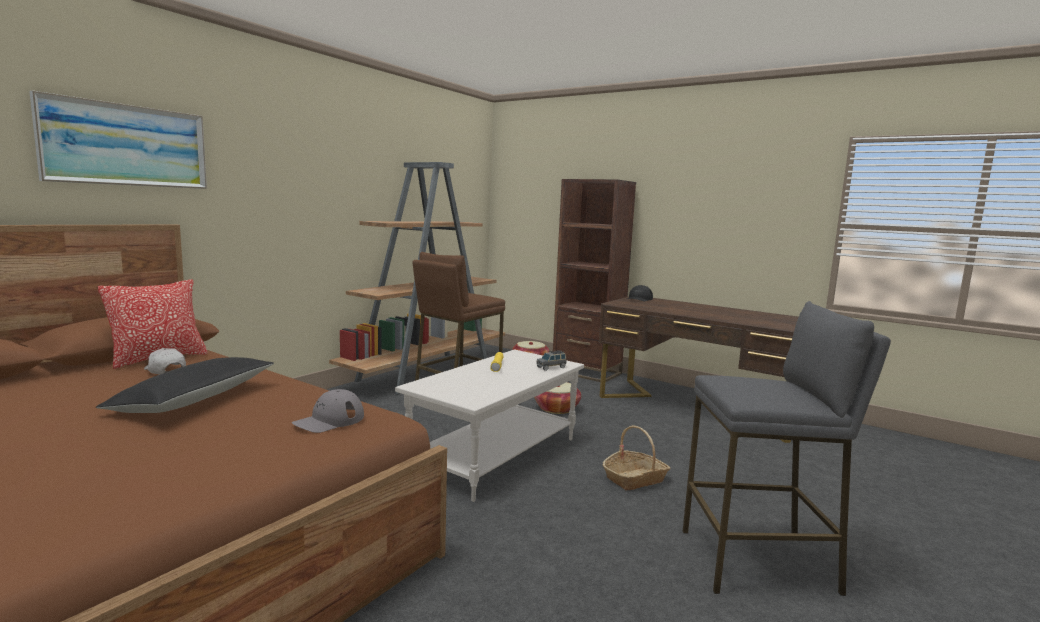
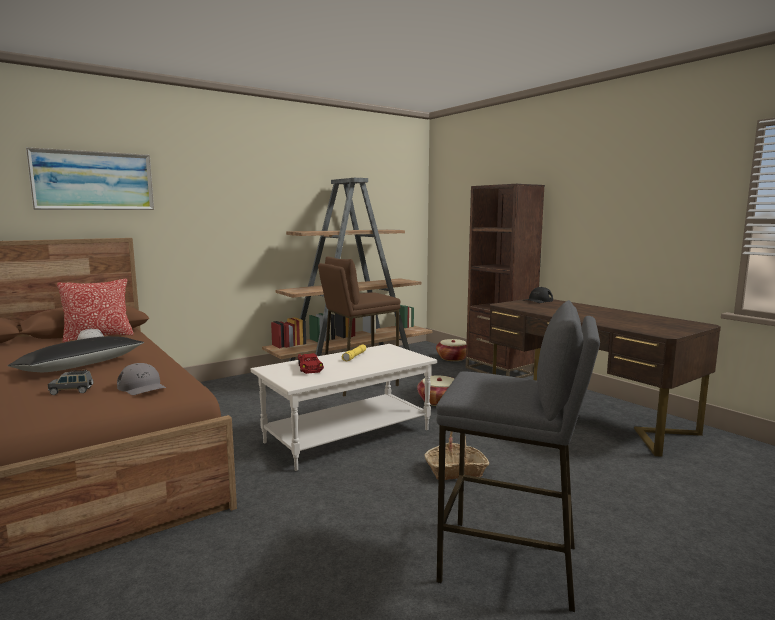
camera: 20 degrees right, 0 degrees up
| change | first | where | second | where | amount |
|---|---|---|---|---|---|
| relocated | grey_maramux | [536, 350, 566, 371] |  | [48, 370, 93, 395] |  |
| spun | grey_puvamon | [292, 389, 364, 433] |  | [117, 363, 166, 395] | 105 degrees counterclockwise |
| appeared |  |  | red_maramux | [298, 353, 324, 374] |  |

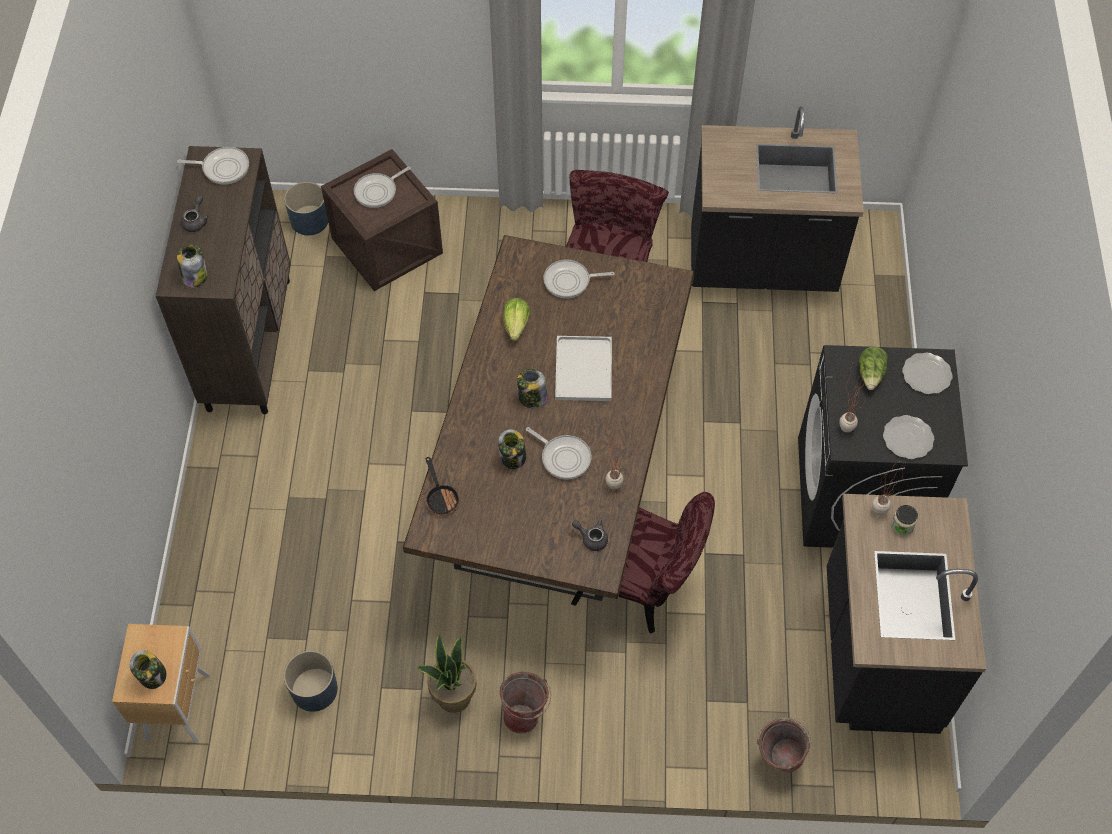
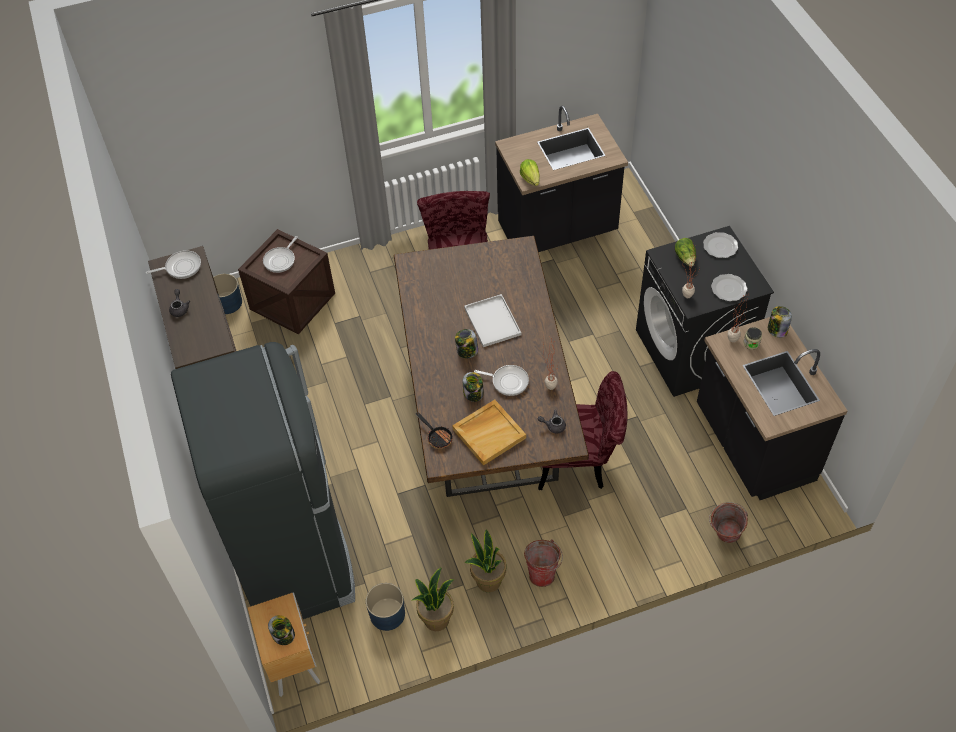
camera: 20 degrees left, 5 degrees down
| change | first | where | second | where | amount |
|---|---|---|---|---|---|
| relocated | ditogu | [177, 245, 207, 288] |  | [768, 306, 792, 338] |  |
| missing | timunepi | [543, 260, 615, 298] |  |  |  |
| relocated | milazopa | [503, 298, 530, 341] |  | [520, 159, 540, 186] |  |
| appeared |  |  | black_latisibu | [171, 342, 355, 619] |  |
| appeared |  |  | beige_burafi | [452, 400, 526, 466] |  |
| appeared |  |  | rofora | [412, 567, 455, 631] |  |

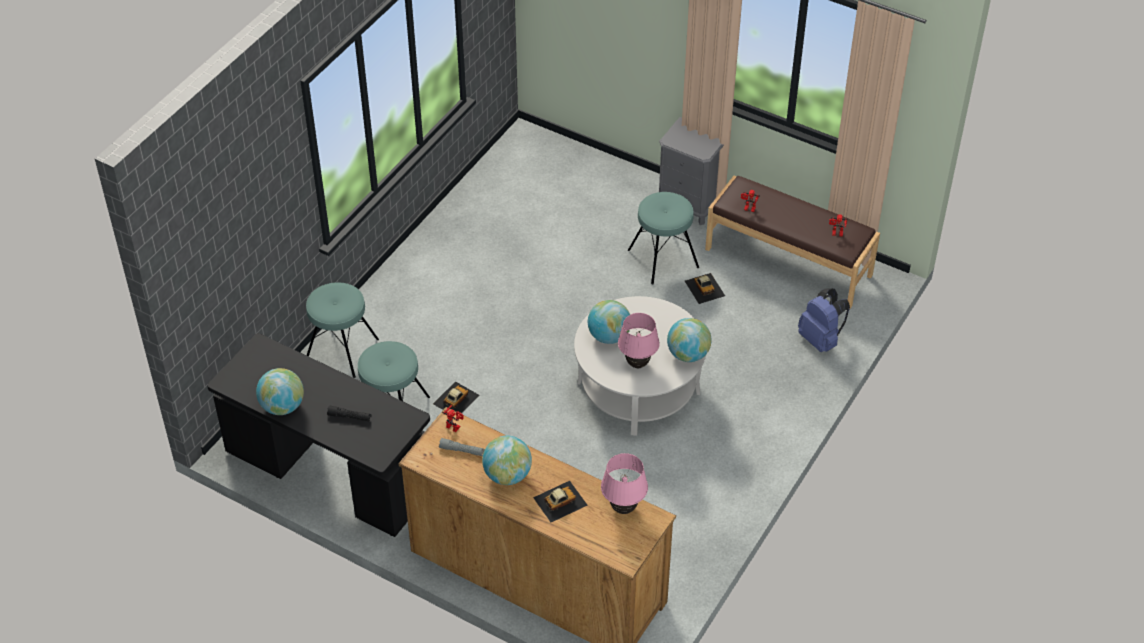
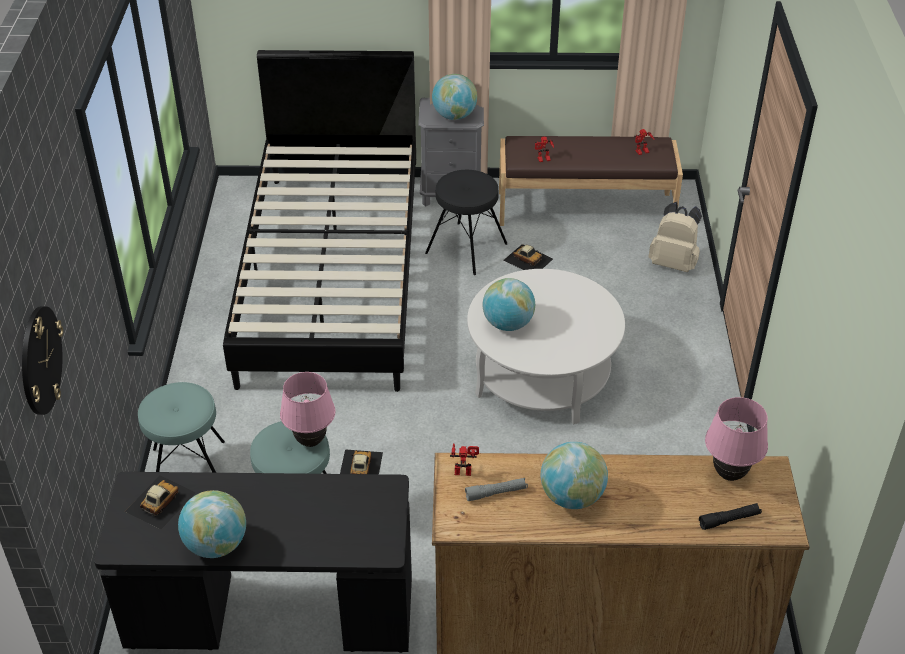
camera: 30 degrees left, 5 degrees down
| change | first | where | second | where | amount |
|---|---|---|---|---|---|
| colour | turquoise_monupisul | [628, 192, 699, 284] | black_monupisul | [425, 170, 508, 275] |  |
| colour | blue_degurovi | [798, 288, 850, 352] | beige_degurovi | [649, 202, 702, 272] |  |
| relocated | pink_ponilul | [618, 313, 660, 368] |  | [280, 372, 336, 447] |  |
| relocated | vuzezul | [667, 318, 712, 362] |  | [432, 74, 477, 120] |  |
| relocated | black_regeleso | [327, 406, 372, 421] |  | [699, 503, 762, 530] |  |
| relocated | maramux | [533, 481, 587, 522] |  | [125, 475, 196, 529] |  |
| appeared |  |  | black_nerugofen | [223, 50, 416, 392] |  |
| appeared |  |  | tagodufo | [22, 306, 63, 415] |  |

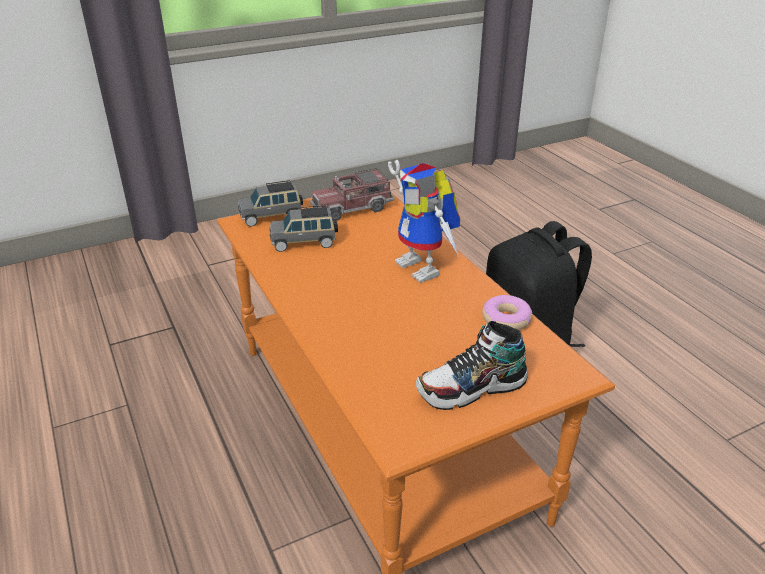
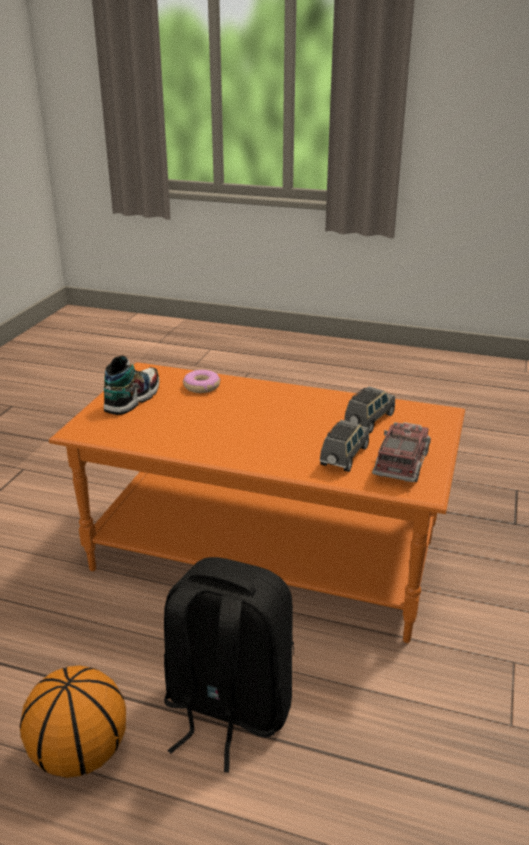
camera: 135 degrees right, 5 degrees down
| change | first | where | second | where | amount |
|---|---|---|---|---|---|
| missing | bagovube | [388, 160, 460, 283] |  |  |  |
| relocated | grey_maramux | [238, 180, 303, 227] |  | [320, 420, 370, 472] |  |
| relocated | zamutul | [482, 295, 532, 330] |  | [183, 370, 220, 393] |  |
| appeared |  |  | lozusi | [20, 666, 126, 778] |  |

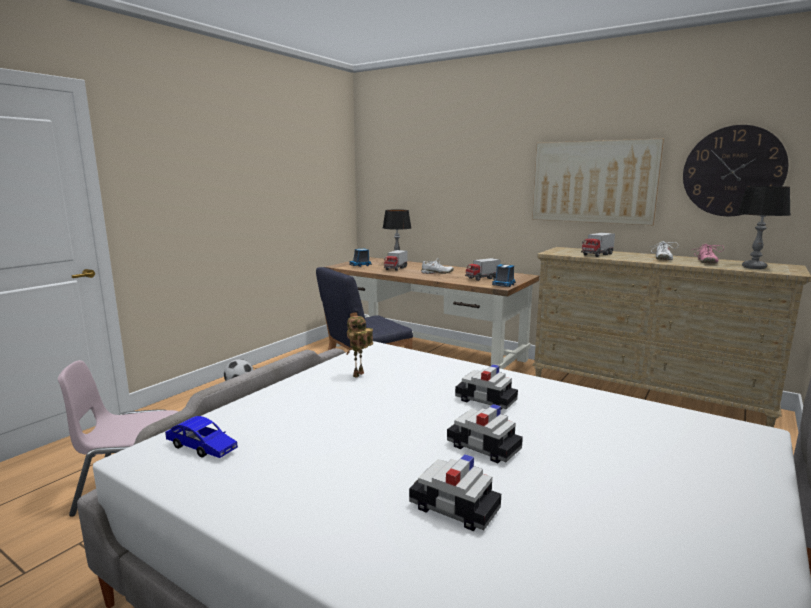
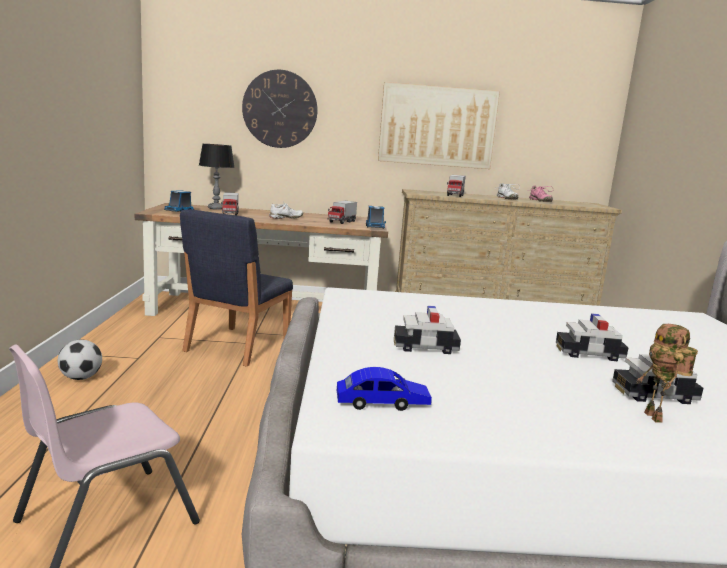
camera: 35 degrees left, 0 degrees up
| change | first | where | second | where | amount |
|---|---|---|---|---|---|
| relocated | tagodufo | [683, 125, 788, 216] |  | [242, 70, 318, 148] |  |
| missing | ponilul | [737, 186, 790, 269] |  |  |  |
| relocated | bagovube | [346, 316, 373, 378] |  | [636, 324, 698, 423] |  |
| relocated | maramux | [455, 364, 518, 409] |  | [394, 306, 461, 354] |  |

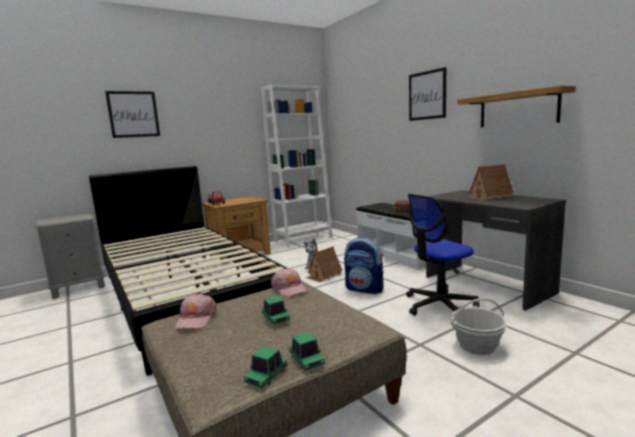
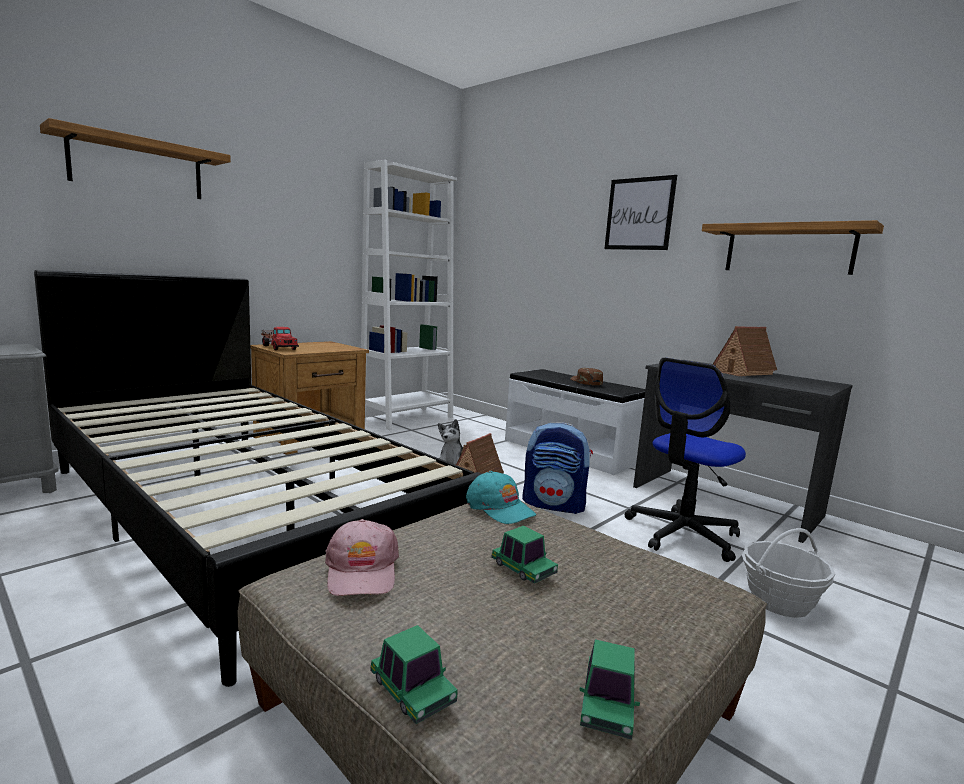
camera: 15 degrees left, 0 degrees up
| change | first | where | second | where | amount |
|---|---|---|---|---|---|
| exchanged | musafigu | [105, 91, 160, 138] | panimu | [40, 118, 231, 199] |  |
| colour | pink_puvamon | [271, 268, 307, 297] | turquoise_puvamon | [466, 471, 536, 524] |  |
| relocated | maramux | [289, 332, 325, 371] |  | [370, 625, 458, 724] |  |

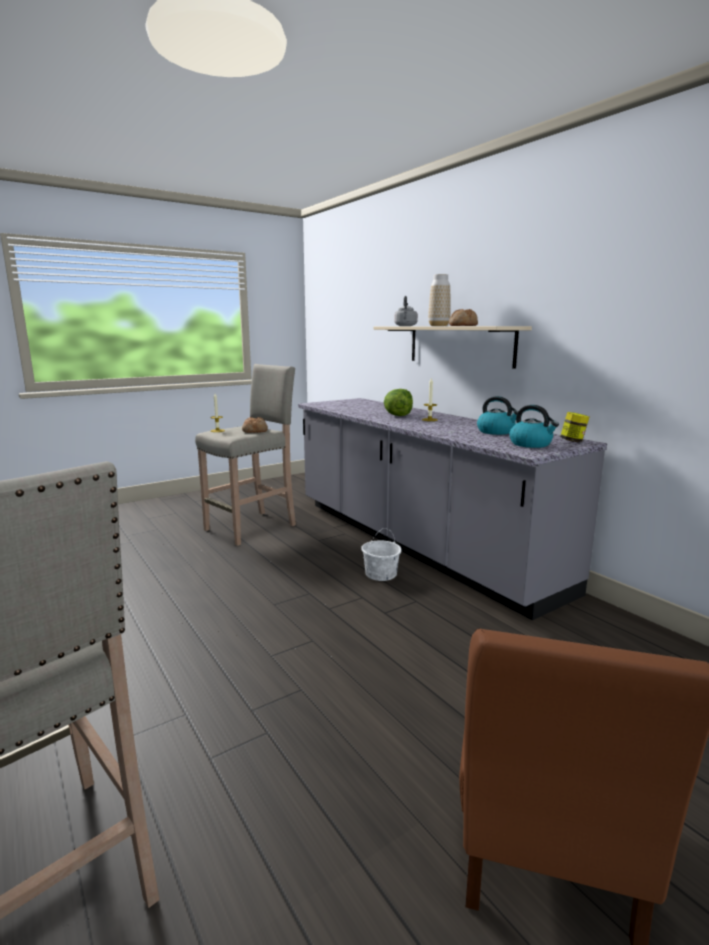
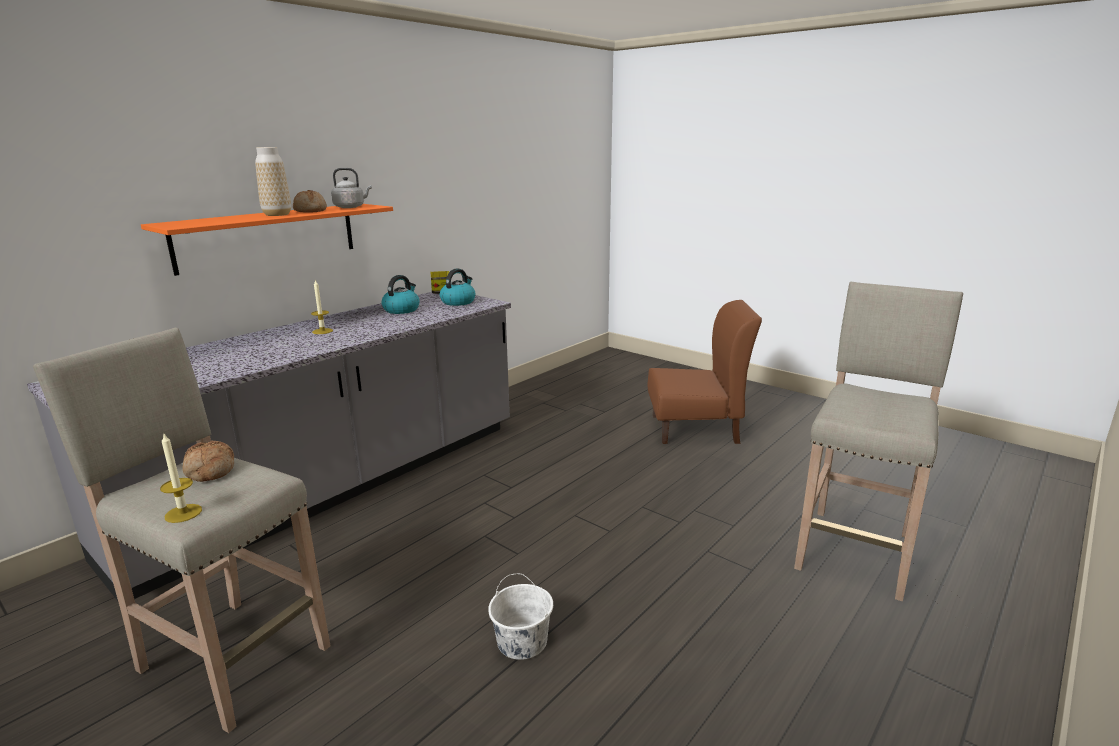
camera: 105 degrees left, 5 degrees up
| change | first | where | second | where | amount |
|---|---|---|---|---|---|
| relocated | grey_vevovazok | [394, 296, 418, 326] |  | [331, 168, 372, 208] |  |
| colour | beige_panimu | [373, 326, 532, 369] | orange_panimu | [141, 204, 393, 276] |  |
| missing | milazopa | [384, 389, 413, 416] |  |  |  |
| relocated | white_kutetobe | [361, 528, 402, 581] |  | [488, 573, 553, 660] |  |

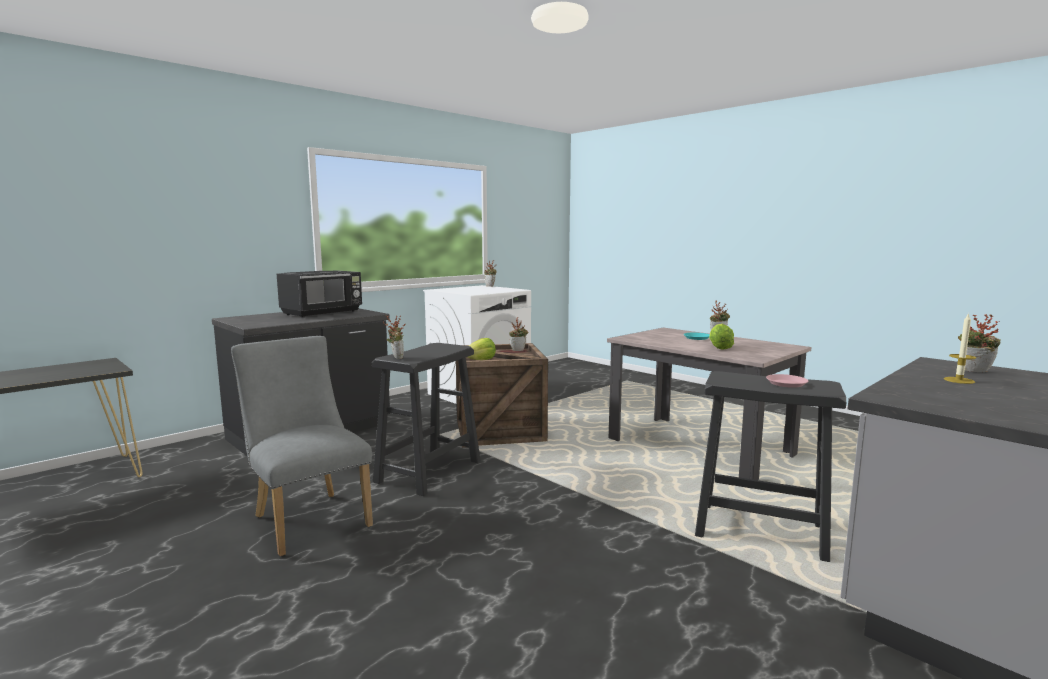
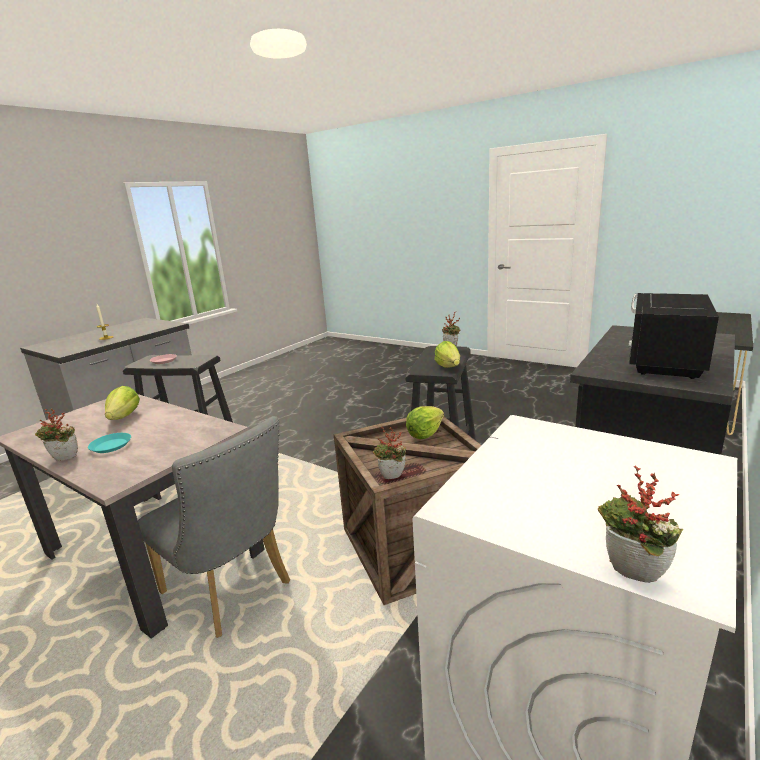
camera: 170 degrees right, 10 degrees up
| change | first | where | second | where | amount |
|---|---|---|---|---|---|
| missing | rofora | [958, 314, 1001, 372] |  |  |  |
| relocated | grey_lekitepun | [231, 336, 373, 556] |  | [138, 416, 290, 638] |  |
| appeared |  |  | milazopa | [434, 341, 460, 368] |  |

